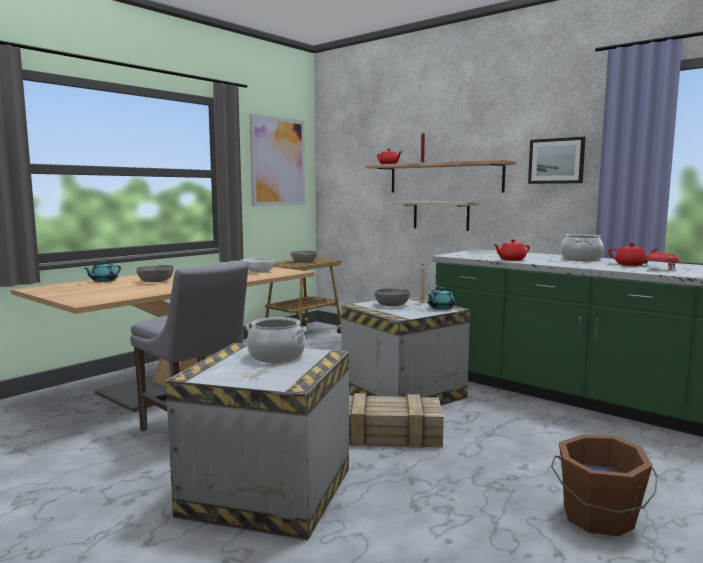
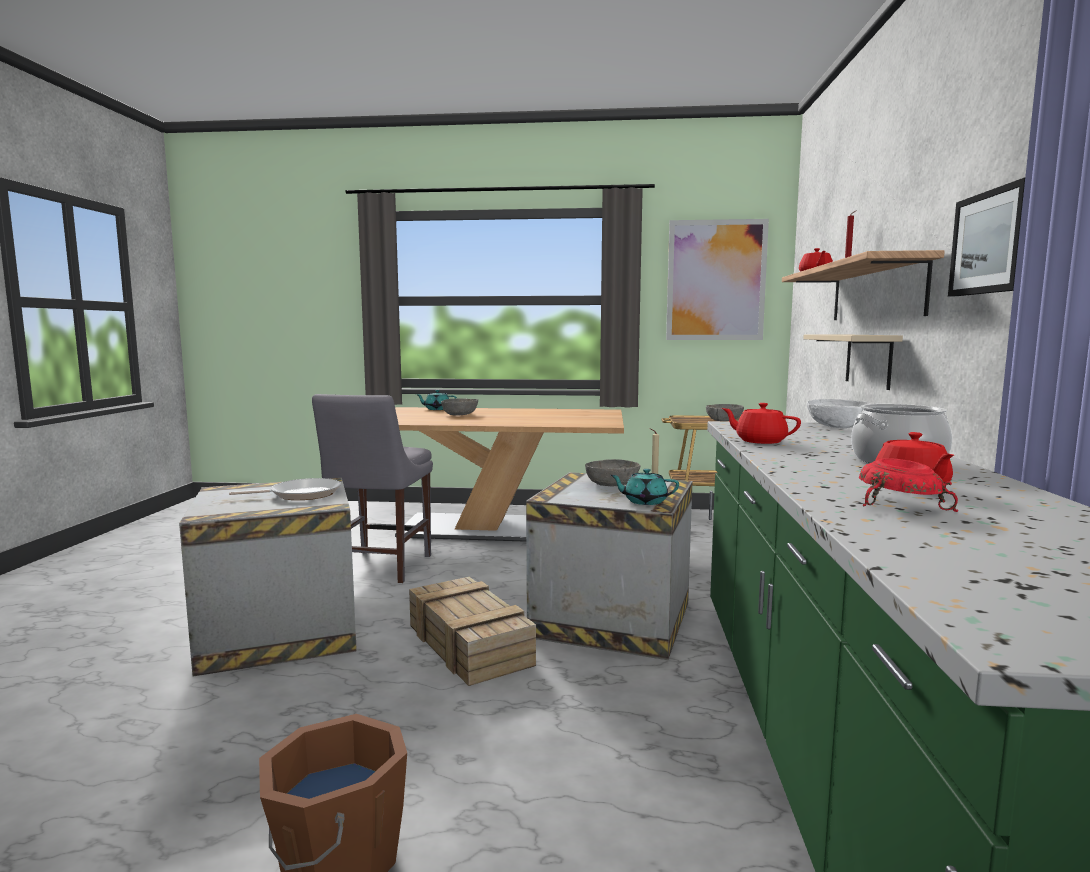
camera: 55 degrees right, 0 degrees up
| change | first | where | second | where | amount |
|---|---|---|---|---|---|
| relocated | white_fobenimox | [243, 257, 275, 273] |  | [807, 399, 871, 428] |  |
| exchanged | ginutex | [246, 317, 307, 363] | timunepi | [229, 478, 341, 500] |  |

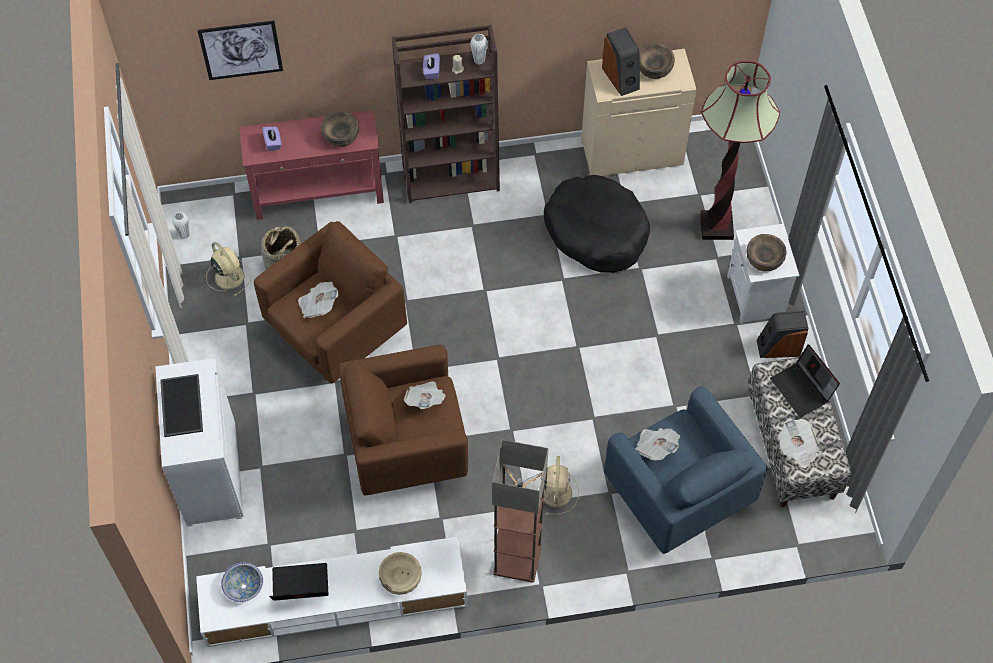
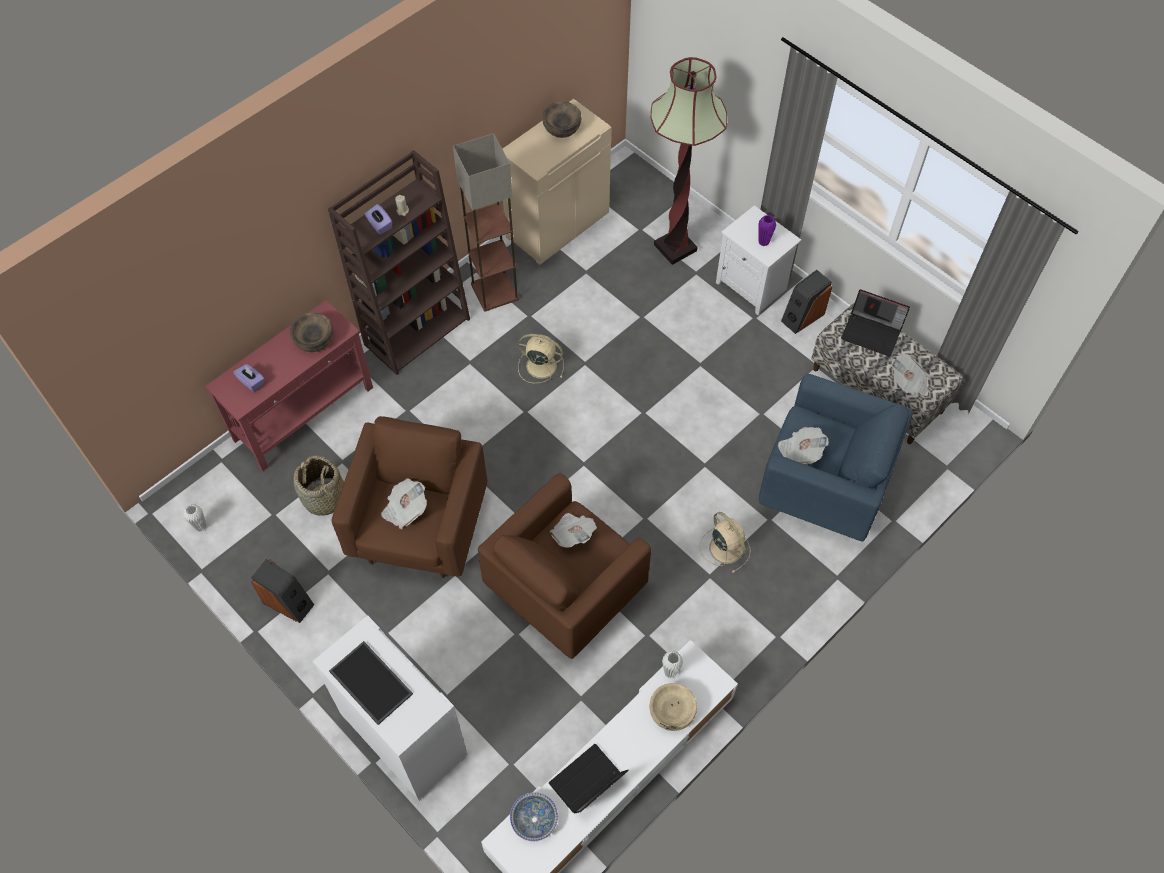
camera: 35 degrees left, 0 degrees up
| change | first | where | second | where | amount |
|---|---|---|---|---|---|
| missing | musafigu | [198, 20, 283, 80] |  |  |  |
| relocated | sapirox | [602, 27, 640, 96] |  | [251, 559, 314, 623] |  |
| relocated | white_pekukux | [470, 33, 488, 65] |  | [662, 651, 683, 678] |  |
| missing | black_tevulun | [544, 175, 650, 273] |  |  |  |
| exchanged | brown_fobenimox | [746, 234, 787, 271] | purple_pekukux | [758, 215, 776, 246] |  |
| relocated | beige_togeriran | [206, 242, 251, 296] |  | [518, 334, 564, 383] |  |
| relocated | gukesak | [492, 440, 549, 583] |  | [453, 133, 519, 312] |  |

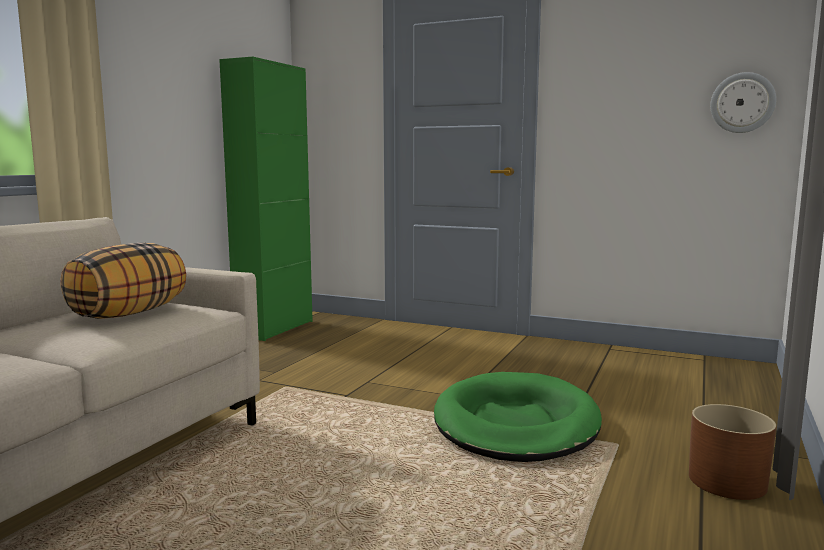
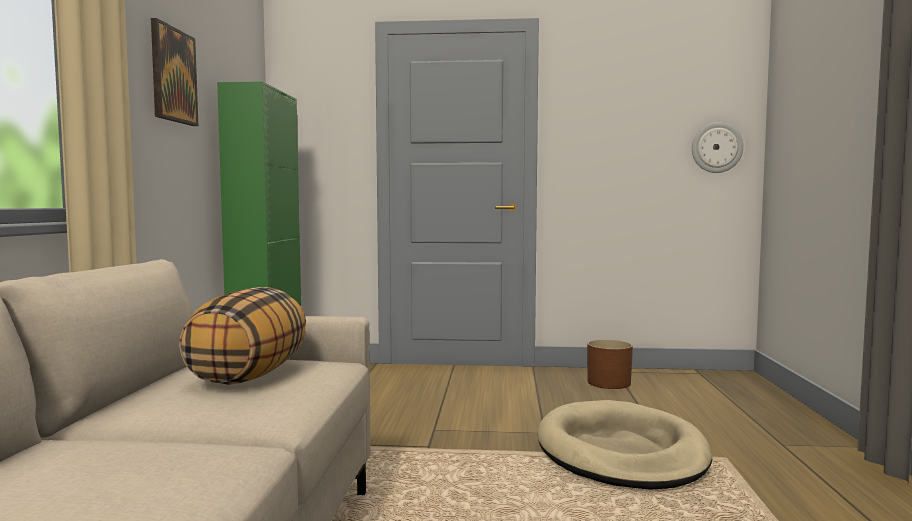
camera: 20 degrees left, 5 degrees down
| change | first | where | second | where | amount |
|---|---|---|---|---|---|
| colour | green_tevulun | [434, 372, 602, 462] | beige_tevulun | [537, 400, 712, 490] |  |
| relocated | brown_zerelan | [689, 404, 776, 500] |  | [587, 339, 633, 389] |  |
| appeared |  |  | musafigu | [151, 18, 198, 126] |  |

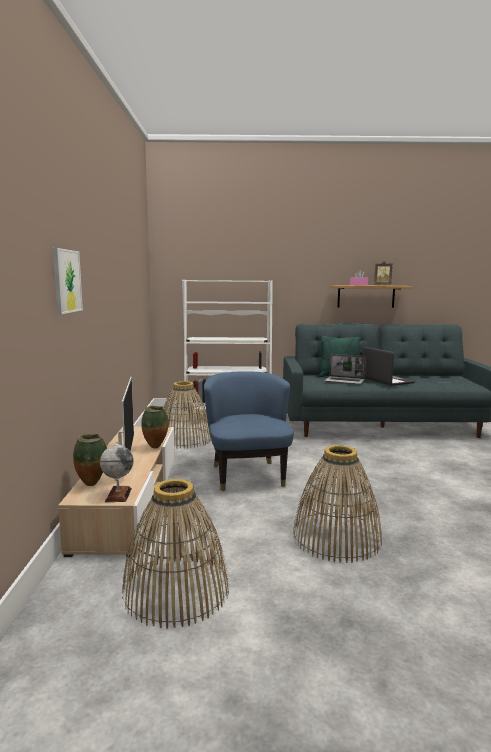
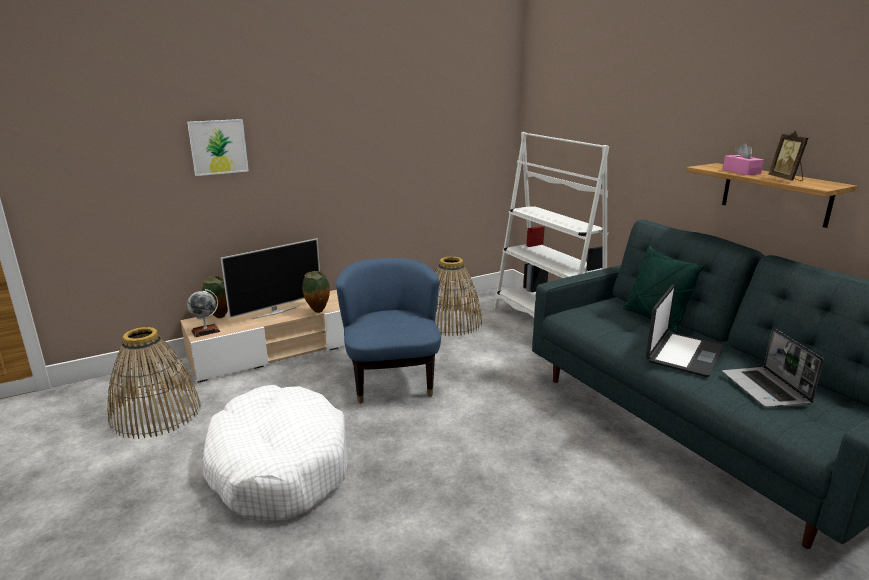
camera: 60 degrees right, 10 degrees up
| change | first | where | second | where | amount |
|---|---|---|---|---|---|
| relocated | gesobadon | [325, 354, 366, 385] |  | [722, 328, 824, 408] |  |
| spun | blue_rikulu | [204, 371, 294, 491] |  | [336, 258, 441, 404] | 60 degrees counterclockwise |
| exchanged | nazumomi | [293, 445, 382, 563] | white_tevulun | [203, 385, 348, 521] |  |

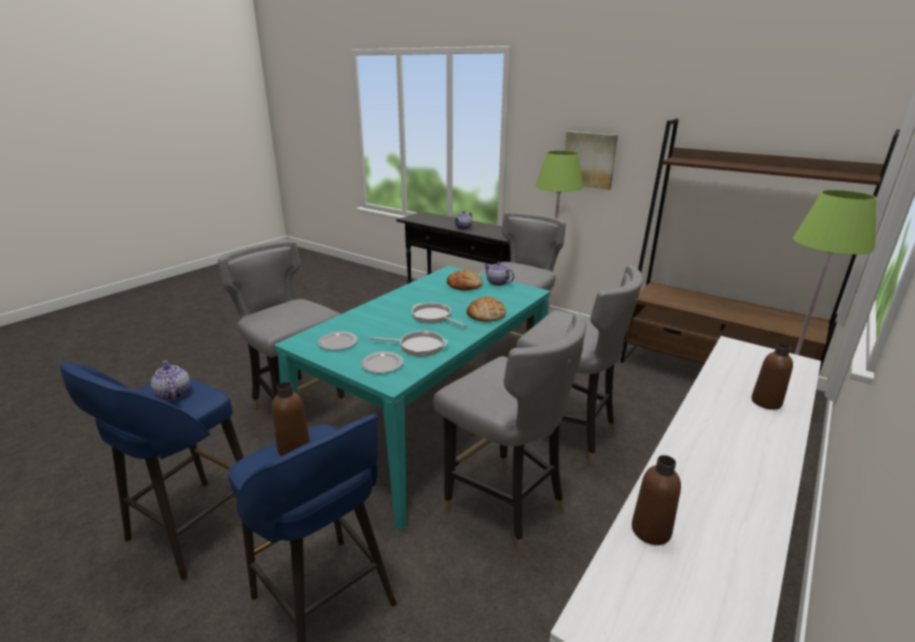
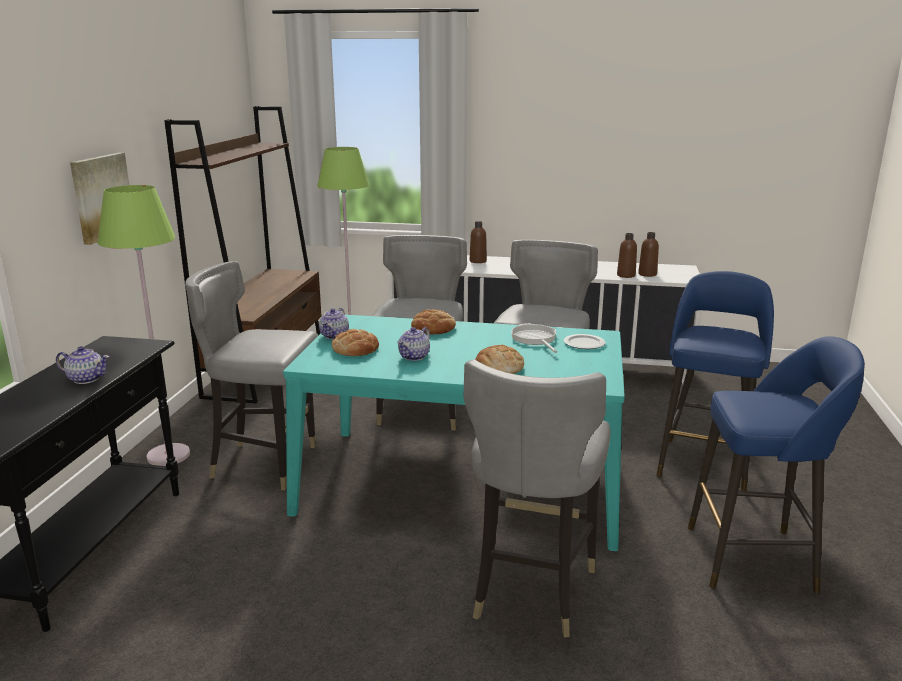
camera: 115 degrees left, 5 degrees down
| change | first | where | second | where | amount |
|---|---|---|---|---|---|
| missing | timunepi | [412, 303, 467, 327] |  |  |  |
| missing | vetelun | [317, 332, 358, 350] |  |  |  |
| relocated | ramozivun | [151, 361, 190, 401] |  | [397, 327, 430, 361] |  |
| relocated | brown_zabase | [272, 382, 310, 456] |  | [638, 232, 659, 277] |  |
| appeared |  |  | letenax | [475, 344, 524, 374] |  |

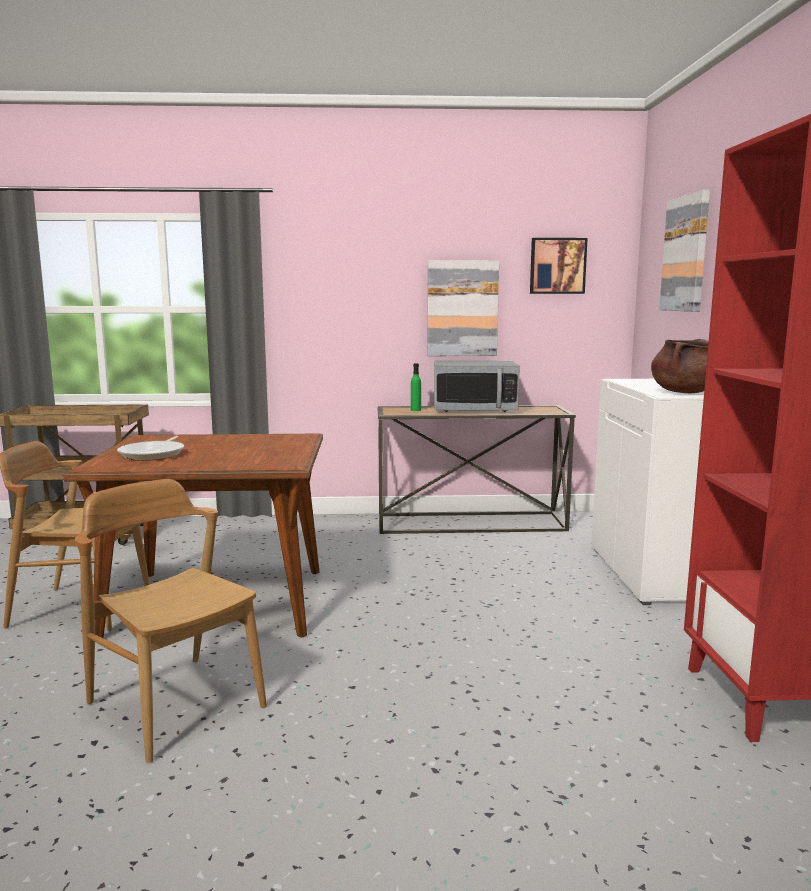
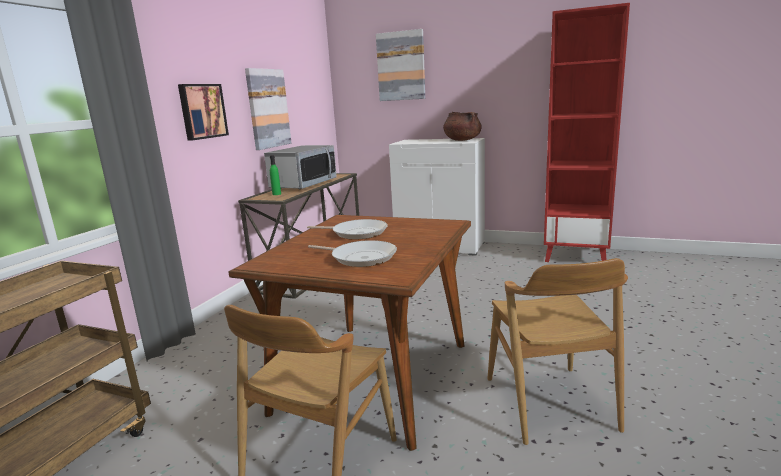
camera: 65 degrees left, 5 degrees up
| change | first | where | second | where | amount |
|---|---|---|---|---|---|
| relocated | musafigu | [530, 238, 588, 294] |  | [178, 84, 229, 141] |  |
| spun | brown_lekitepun | [75, 479, 267, 763] |  | [487, 258, 628, 445] | 75 degrees counterclockwise |
| appeared |  |  | timunepi | [307, 219, 388, 239] |  |

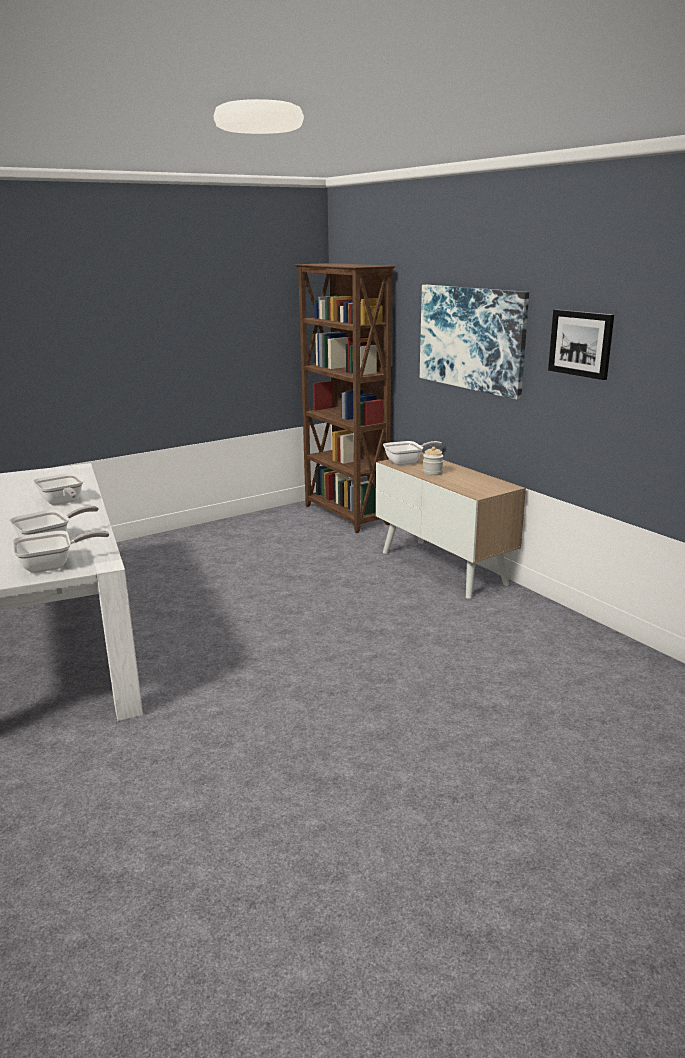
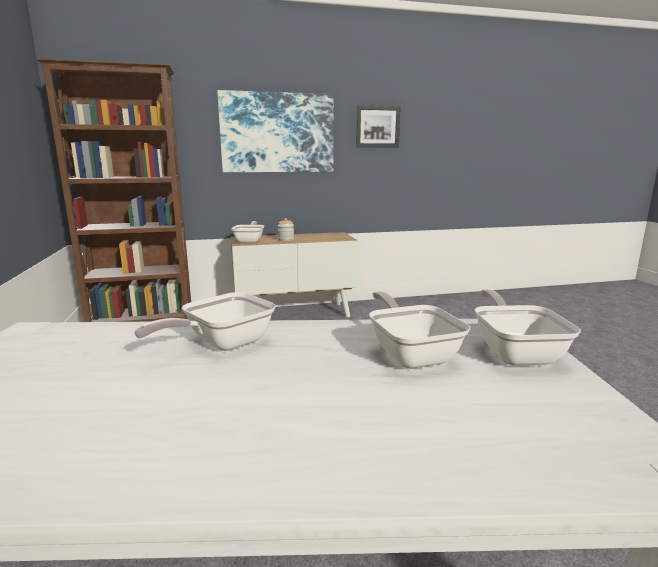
camera: 70 degrees left, 5 degrees down
| change | first | where | second | where | amount |
|---|---|---|---|---|---|
| spun | timunepi | [33, 473, 83, 505] |  | [134, 292, 276, 351] | 150 degrees clockwise |

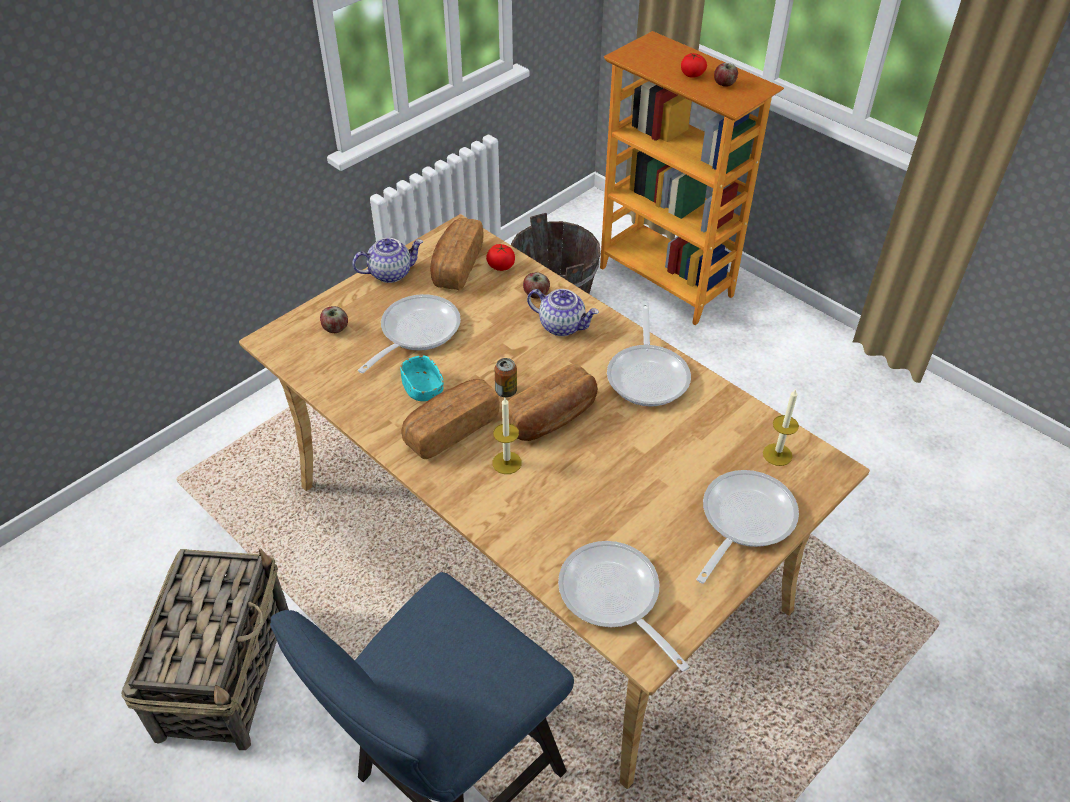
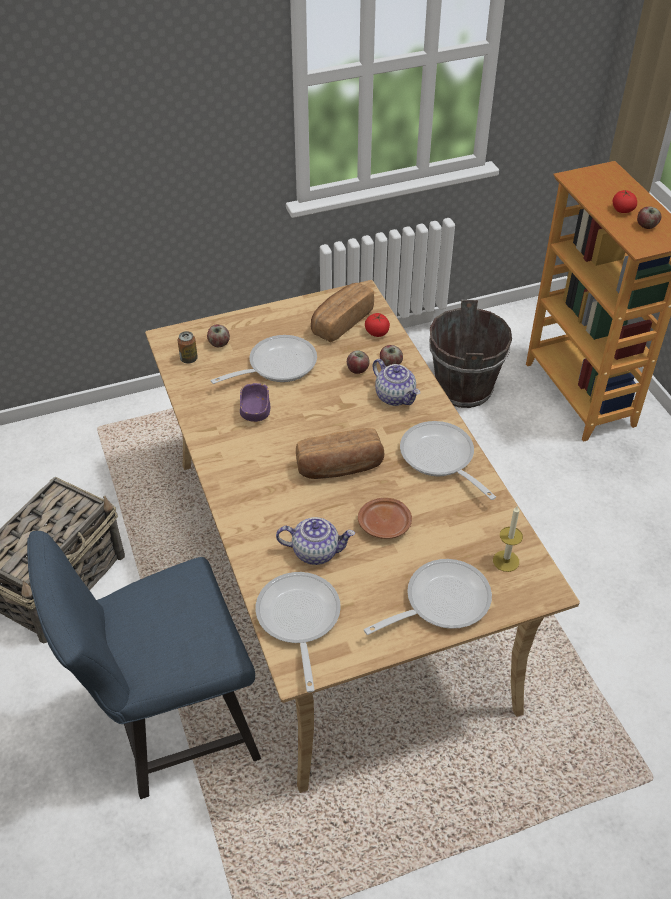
camera: 25 degrees right, 0 degrees up
| change | first | where | second | where | amount |
|---|---|---|---|---|---|
| relocated | ramozivun | [352, 238, 423, 283] |  | [276, 517, 355, 565] |  |
| spun | timunepi | [607, 301, 691, 406] |  | [400, 421, 496, 500] | 120 degrees clockwise |
| colour | turquoise_fobenimox | [400, 356, 443, 401] | purple_fobenimox | [240, 383, 270, 422] |  |
| relocated | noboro | [495, 358, 517, 398] |  | [178, 331, 198, 363] |  |
| missing | letenax | [402, 379, 500, 459] |  |  |  |
| missing | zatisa | [493, 398, 522, 474] |  |  |  |
| appeared |  |  | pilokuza | [347, 350, 370, 374] |  |
| appeared |  |  | brown_vetelun | [358, 498, 412, 539] |  |

